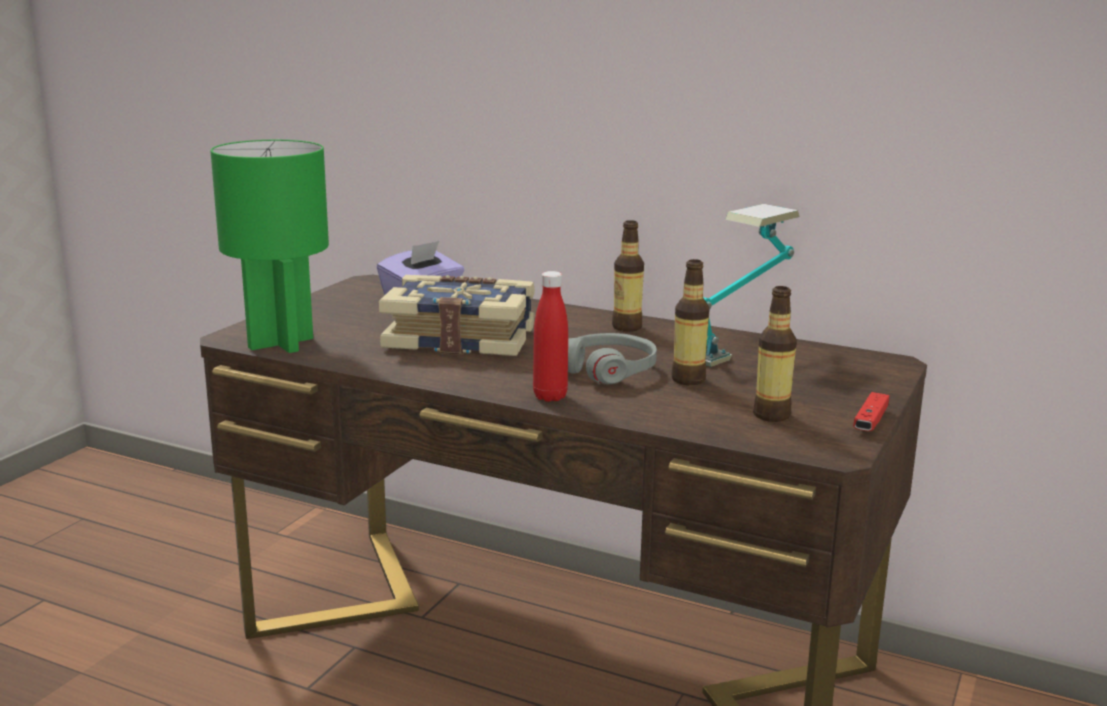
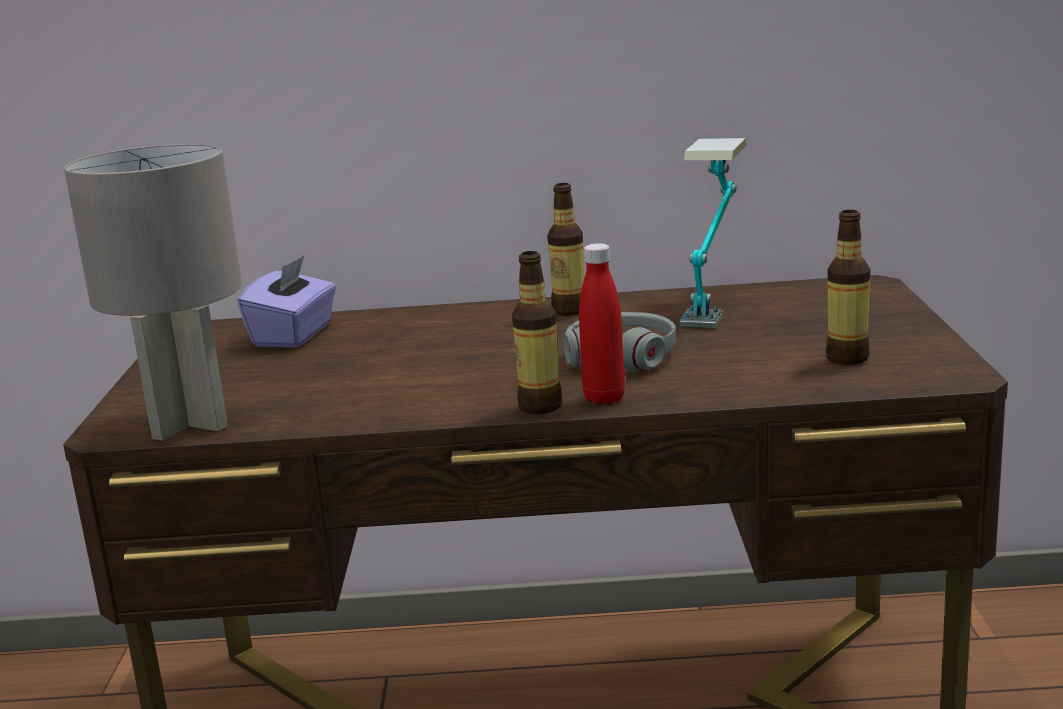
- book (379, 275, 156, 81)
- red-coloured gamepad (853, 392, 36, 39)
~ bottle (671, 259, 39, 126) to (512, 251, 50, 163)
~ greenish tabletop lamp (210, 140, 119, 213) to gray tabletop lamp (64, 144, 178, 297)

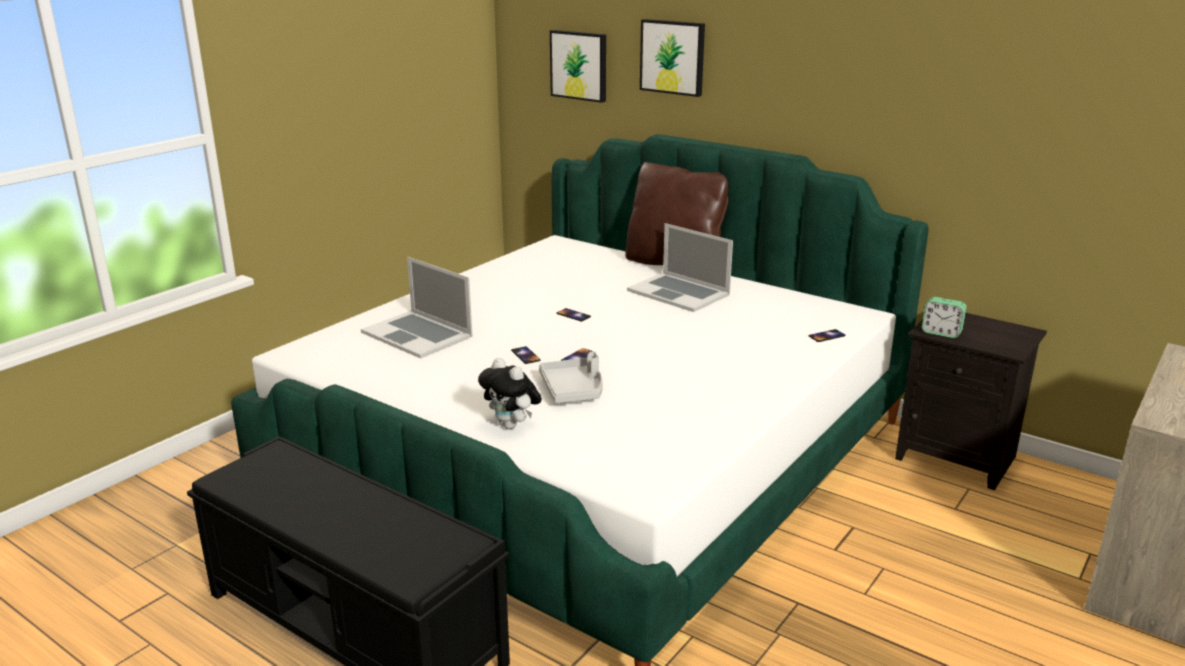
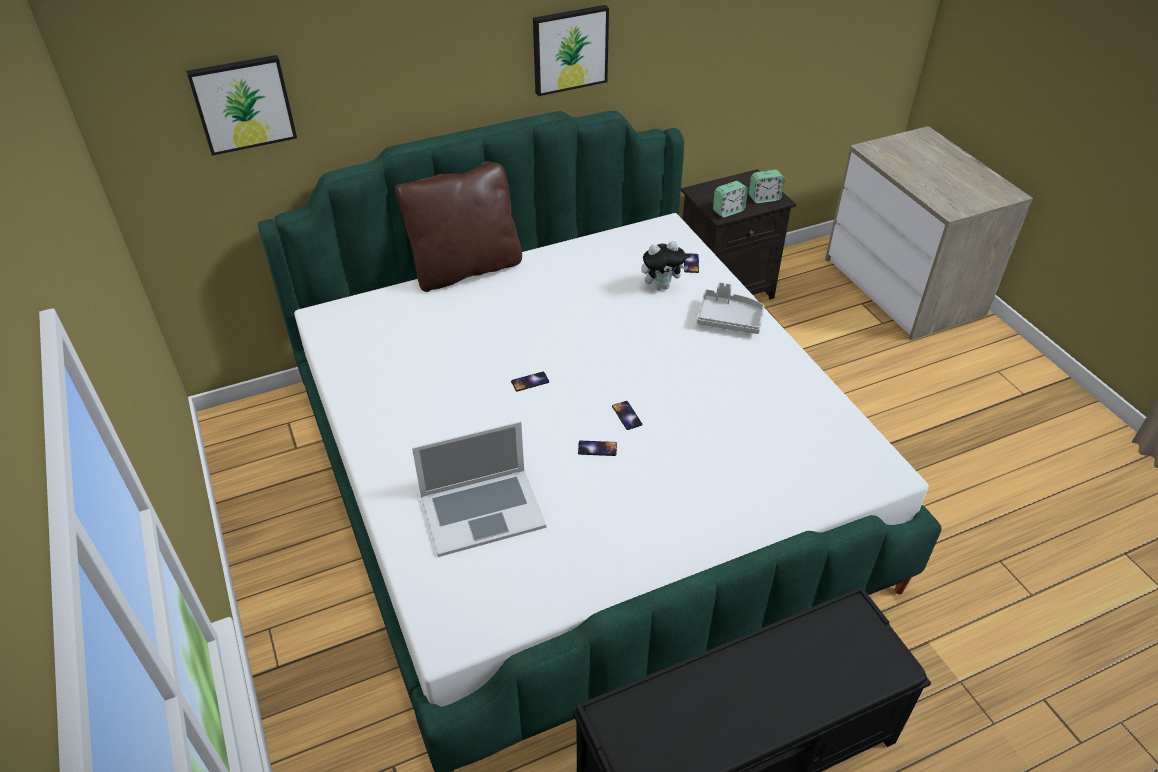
- portable computer (627, 223, 106, 89)
+ table clock (749, 170, 36, 34)
~ cuddly toy (478, 358, 64, 71) to (641, 241, 47, 49)
~ gray serving tray (539, 351, 64, 52) to (697, 282, 67, 52)
~ wall picture (640, 19, 65, 78) to (533, 5, 76, 91)

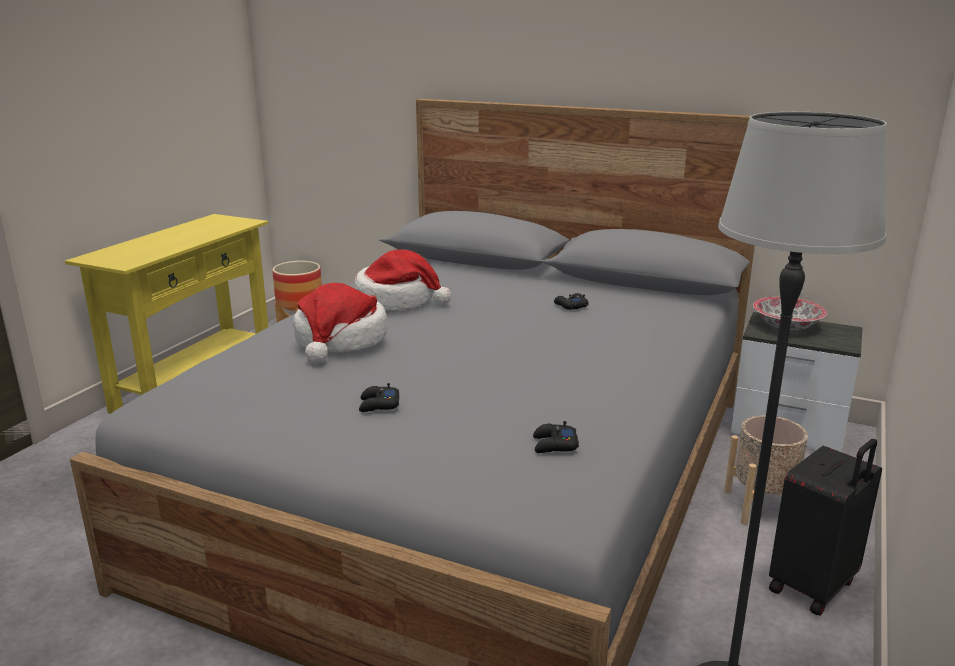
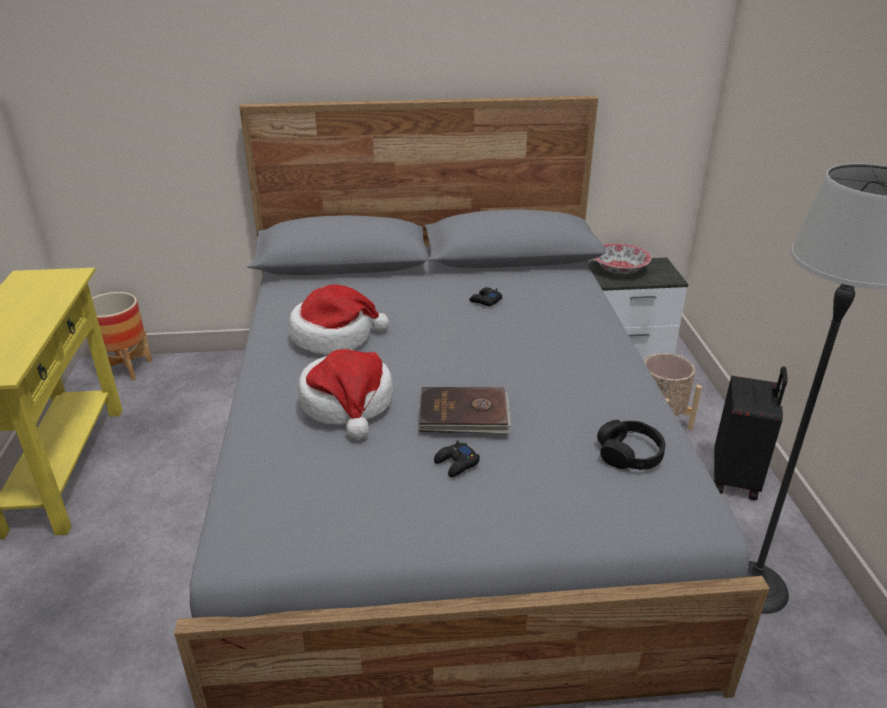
+ brownish book (418, 387, 93, 47)
~ black gamepad (533, 421, 46, 32) to black pair of headphones (597, 420, 68, 50)

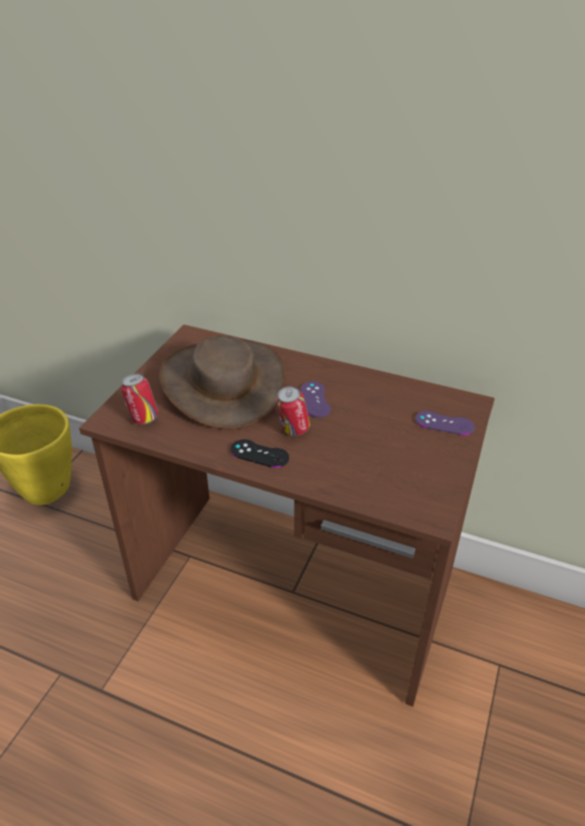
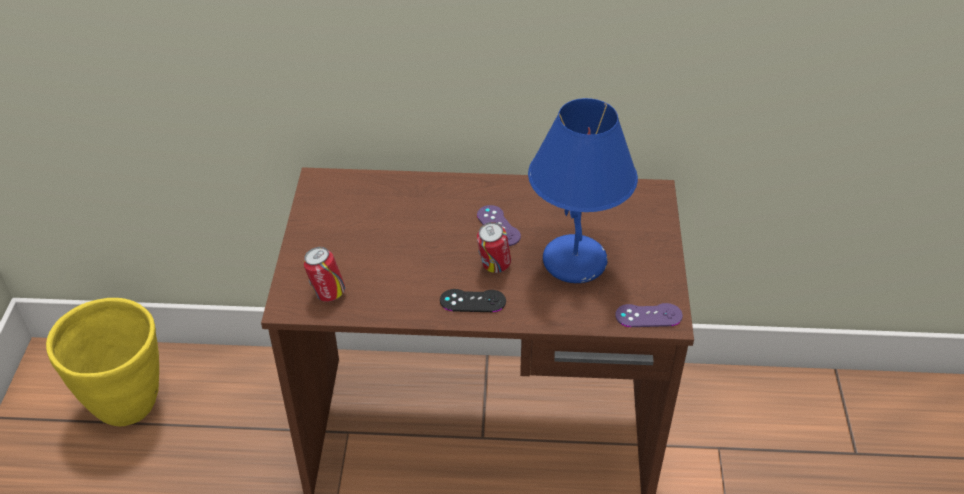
- brownish hat (159, 335, 127, 95)
+ blue tabletop lamp (528, 98, 110, 185)
~ purplish gamepad (415, 411, 60, 24) to (615, 303, 68, 24)

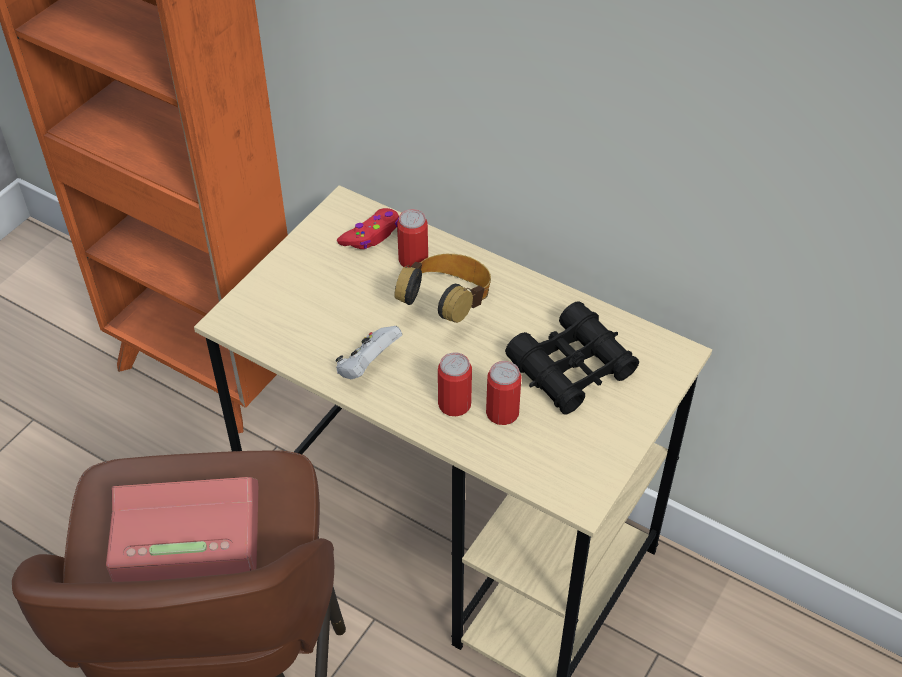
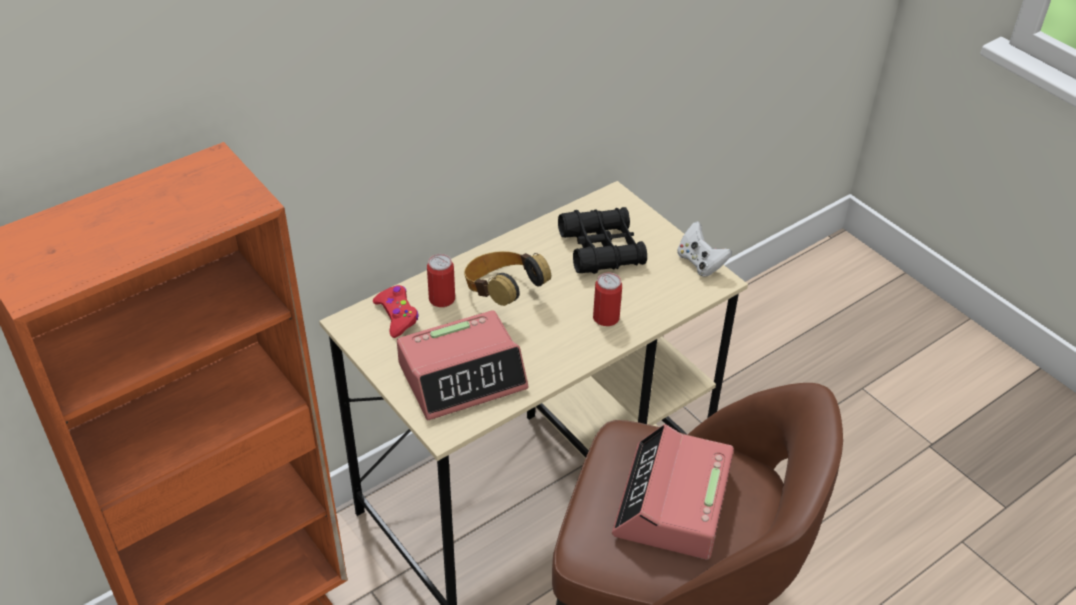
- metal can (486, 361, 36, 64)
+ table clock (397, 310, 131, 110)
~ white-coloured gamepad (336, 326, 66, 53) to (677, 221, 55, 56)

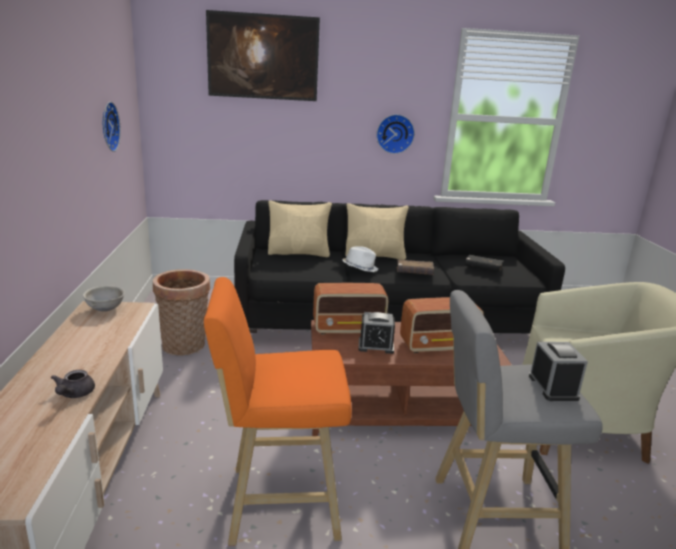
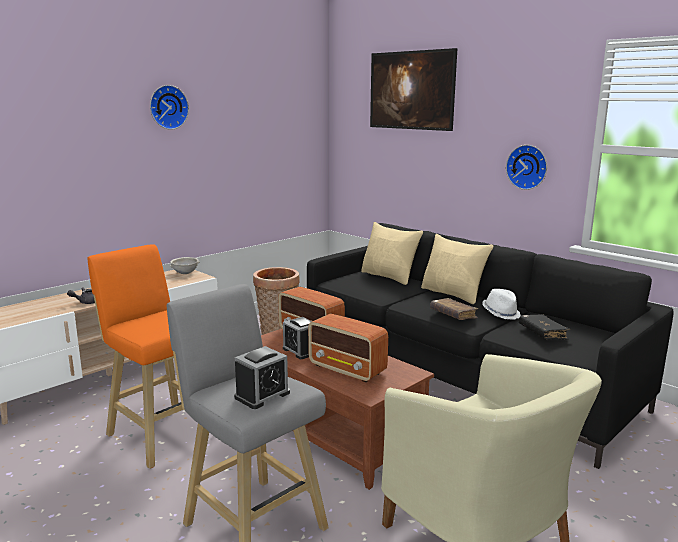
~ hanging clock (103, 102, 18, 50) to (150, 85, 39, 45)
~ white-coloured hat (342, 246, 36, 26) to (482, 289, 39, 31)

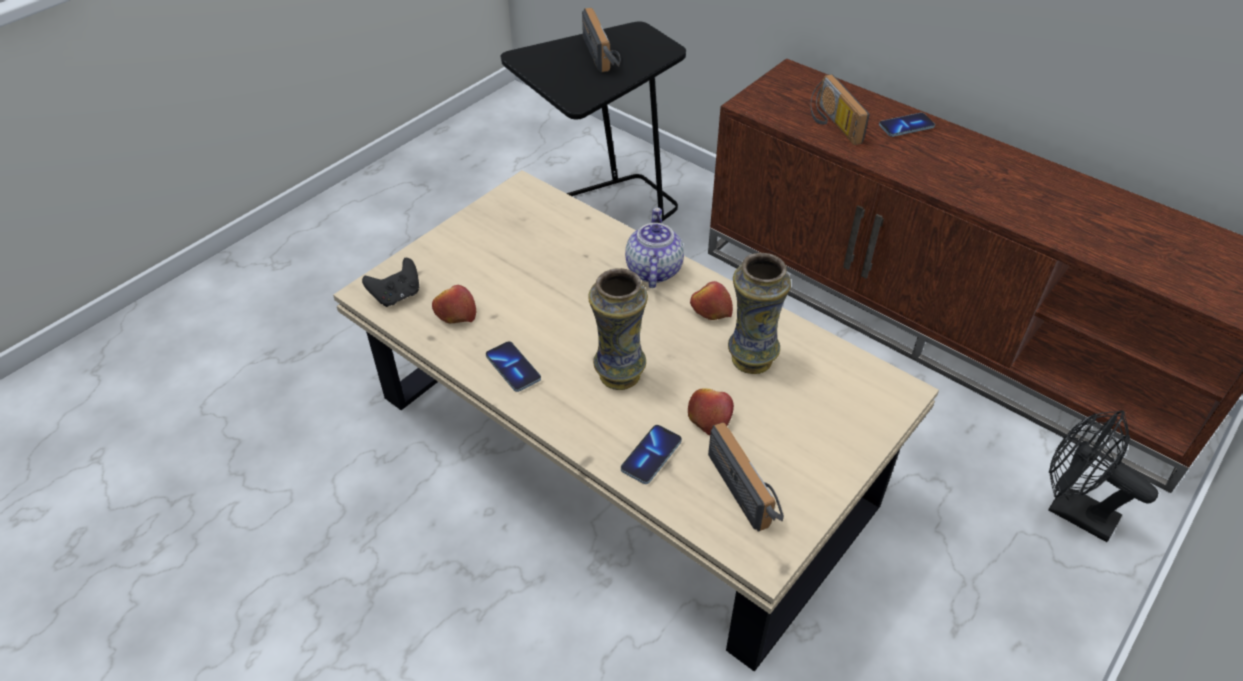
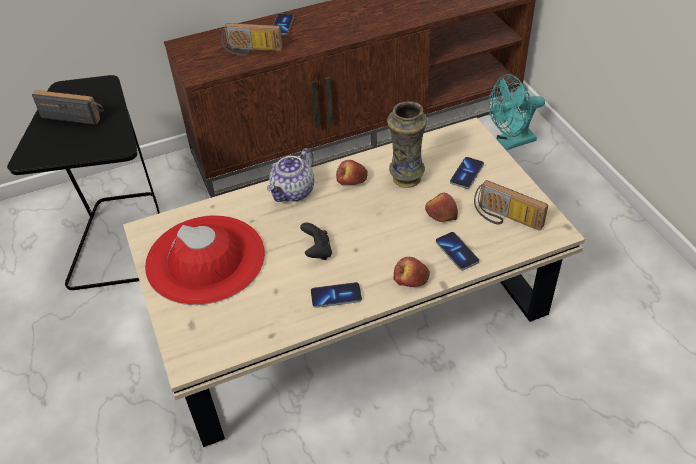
- vase (588, 268, 60, 122)
+ red-coloured hat (145, 215, 120, 90)
+ handset (450, 157, 34, 32)
~ black gamepad (362, 258, 57, 49) to (300, 223, 32, 37)
~ whole apple (432, 285, 44, 38) to (394, 257, 36, 30)
~ black electric fan (1048, 410, 110, 132) to blue-green electric fan (489, 74, 56, 76)
~ pot for tea (625, 207, 59, 81) = (267, 148, 47, 54) 90 degrees counterclockwise
~ radio set (708, 422, 76, 110) = (474, 180, 74, 50) 150 degrees counterclockwise

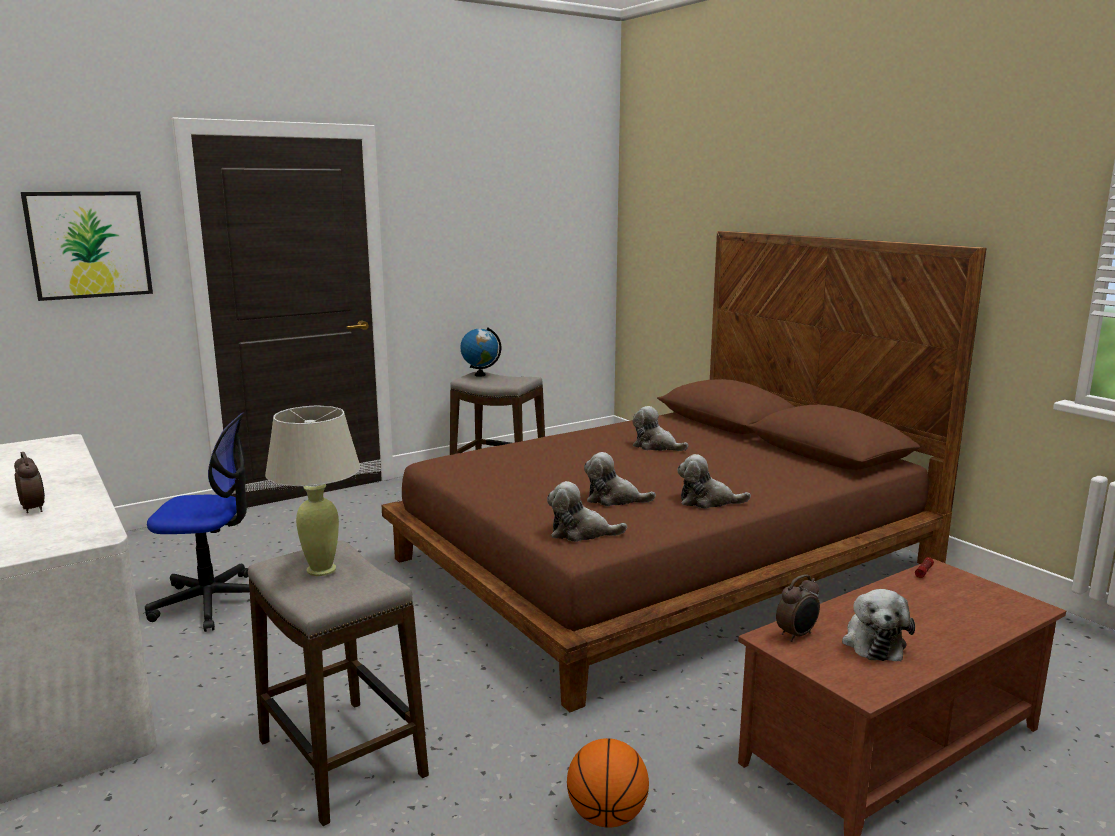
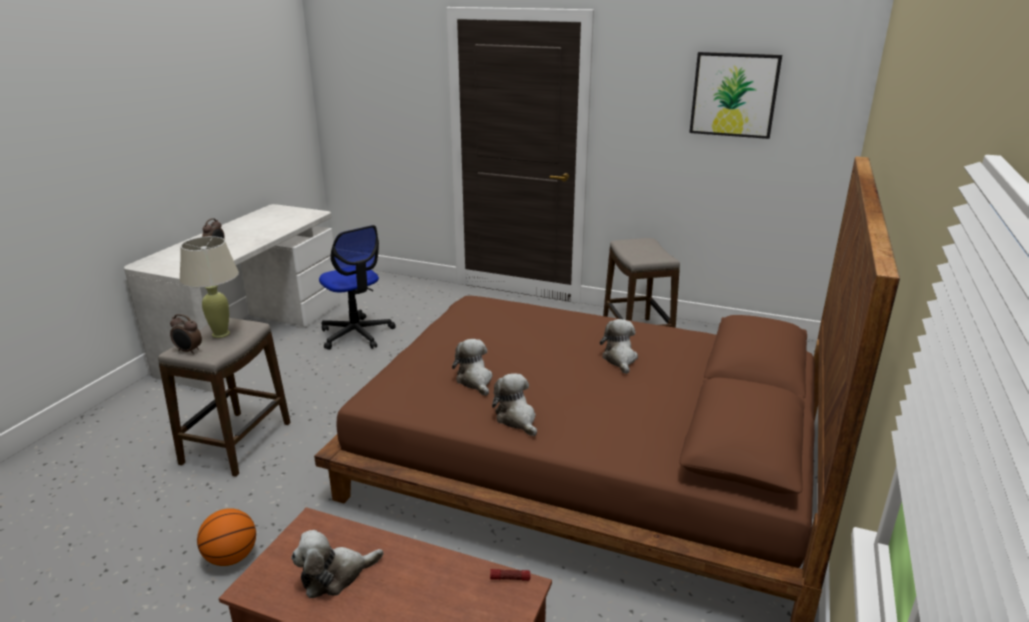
- desk globe (460, 327, 41, 50)
- cuddly toy (547, 481, 80, 61)
~ wall picture (21, 191, 132, 110) to (689, 52, 93, 87)
~ table clock (776, 574, 44, 68) to (170, 314, 32, 40)

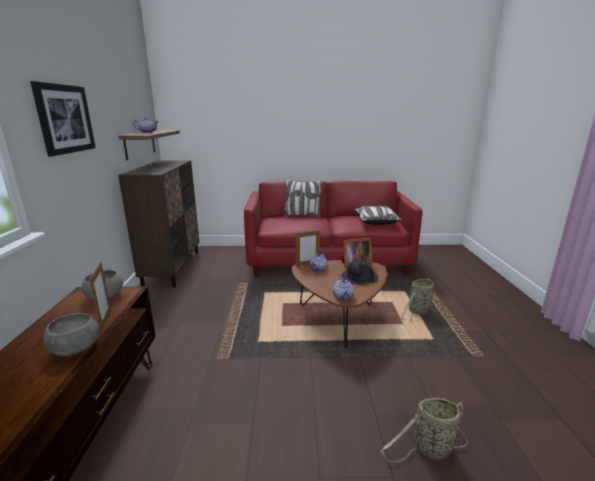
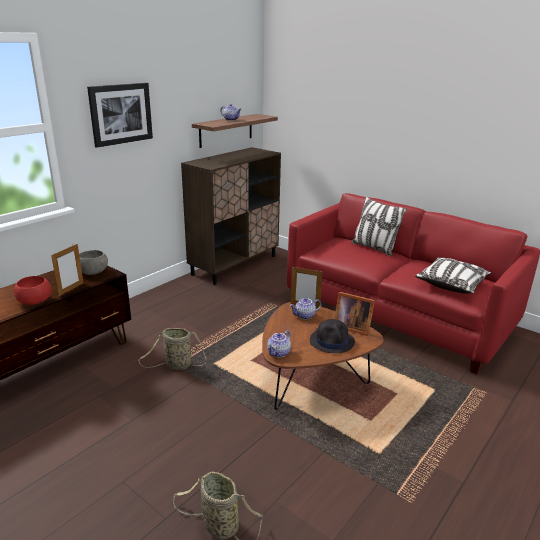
~ household basket (401, 278, 33, 44) to (138, 328, 68, 42)
~ gray serving bowl (44, 313, 55, 43) to red-coloured serving bowl (14, 276, 37, 29)

